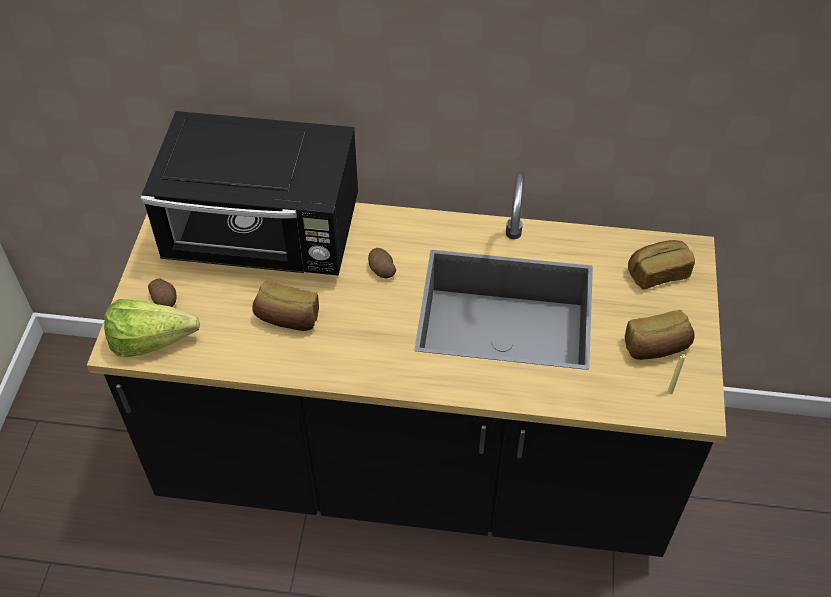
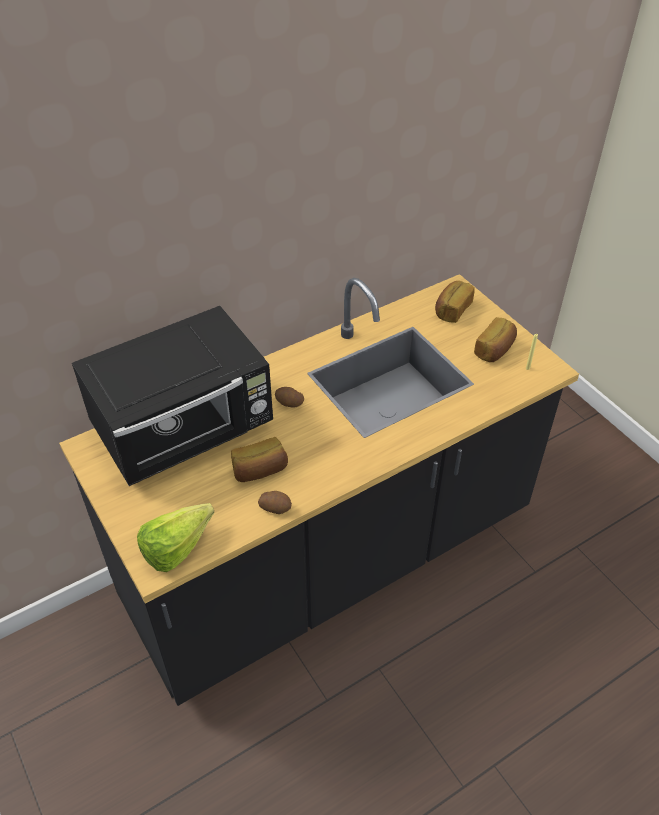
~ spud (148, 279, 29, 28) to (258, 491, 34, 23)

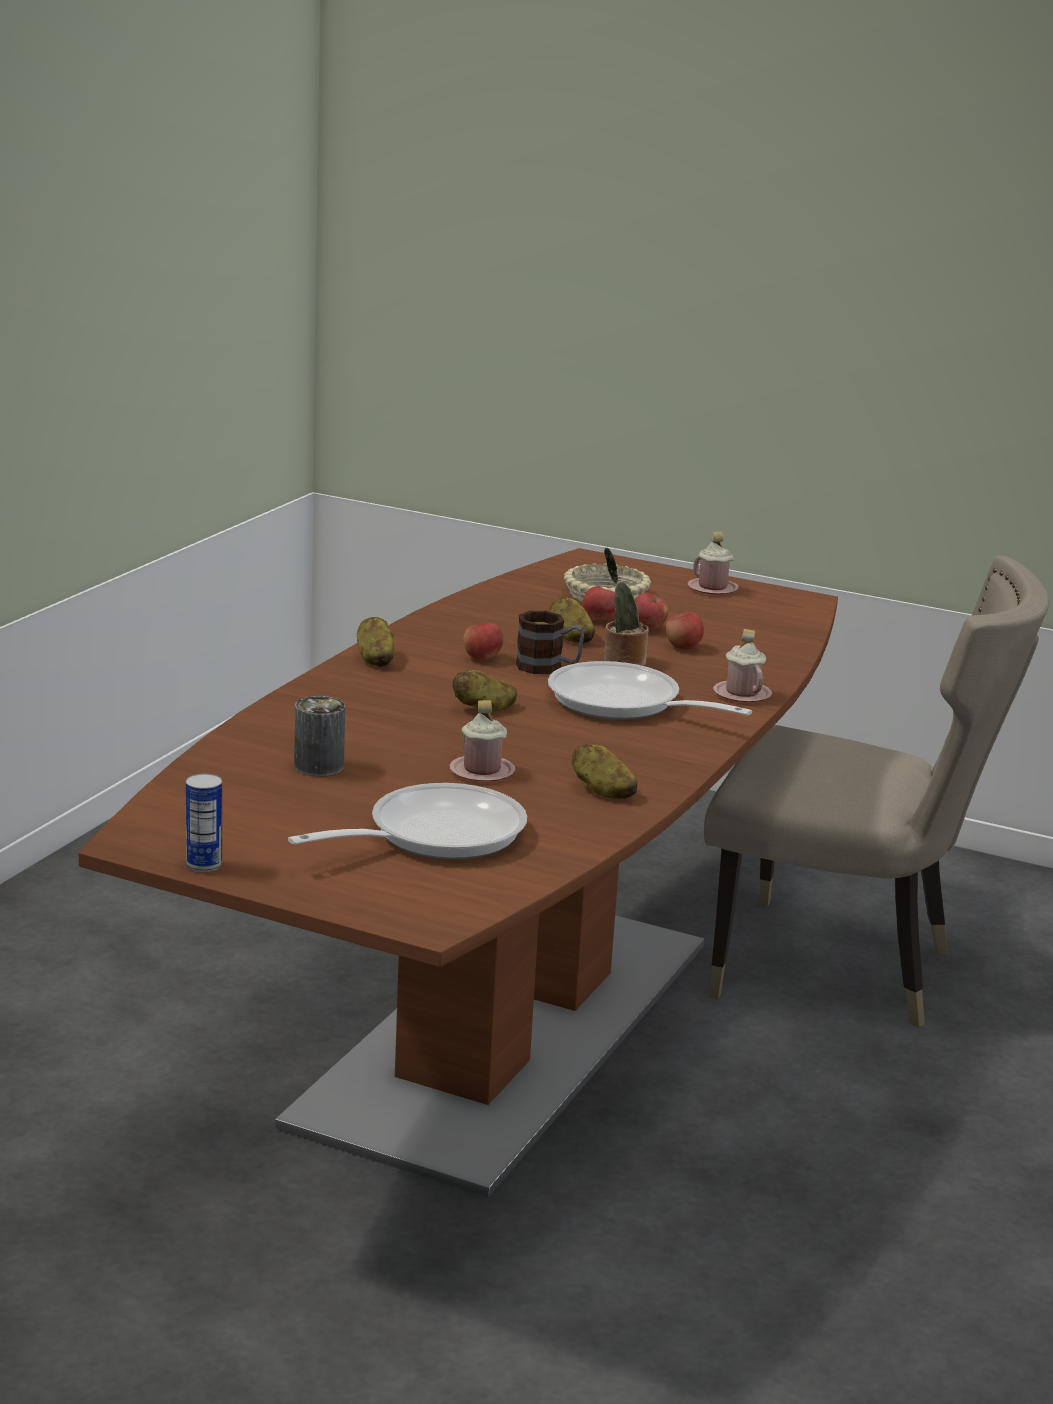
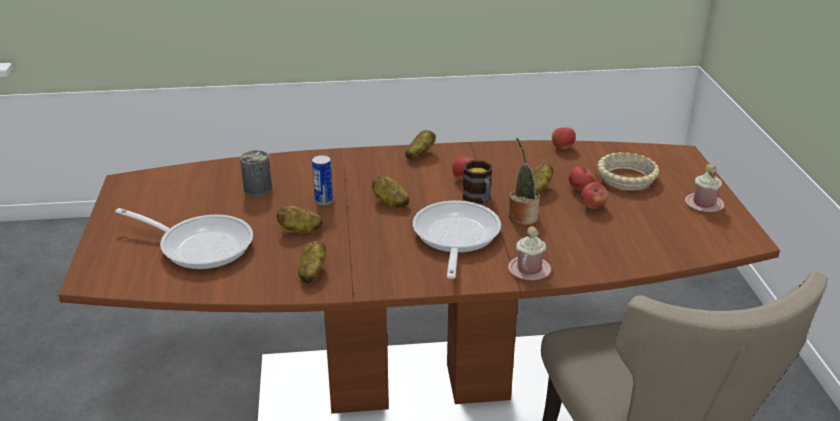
~ metal can (186, 773, 36, 99) to (312, 155, 21, 50)
~ whole apple (666, 612, 38, 38) to (552, 127, 24, 23)
~ pink coffee mug (449, 700, 66, 81) to spud (276, 206, 46, 28)

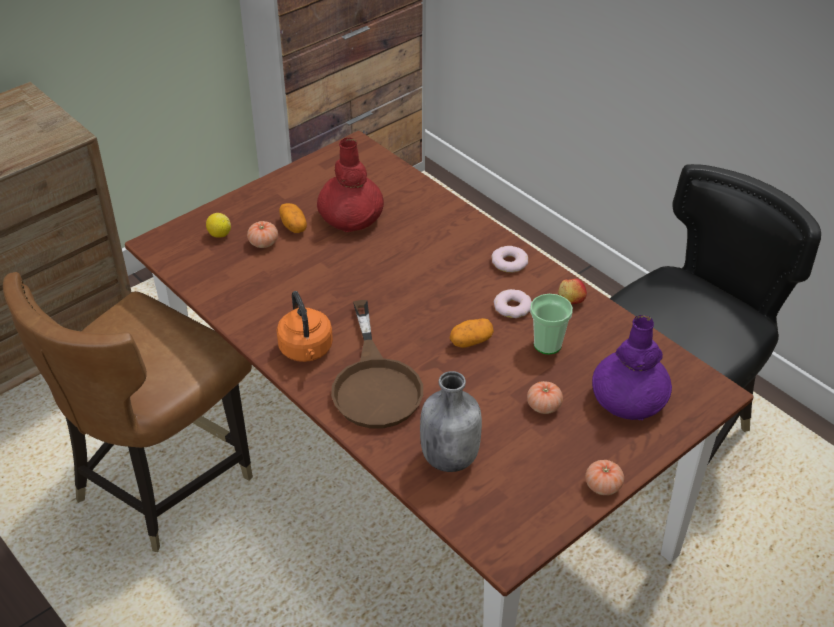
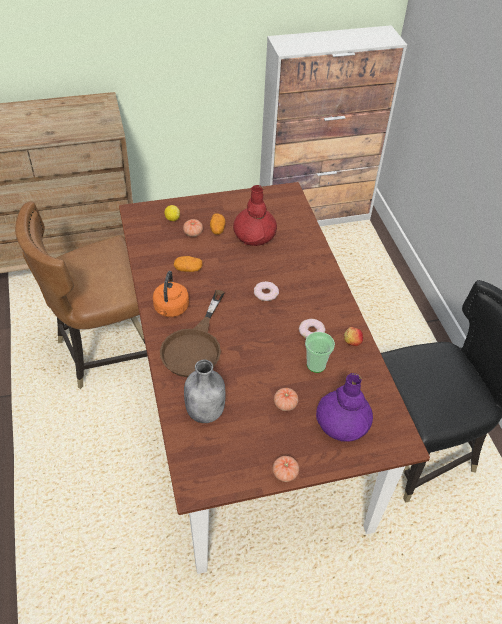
~ spud (450, 318, 44, 30) to (174, 256, 28, 16)
~ donut (491, 246, 37, 27) to (254, 281, 25, 20)

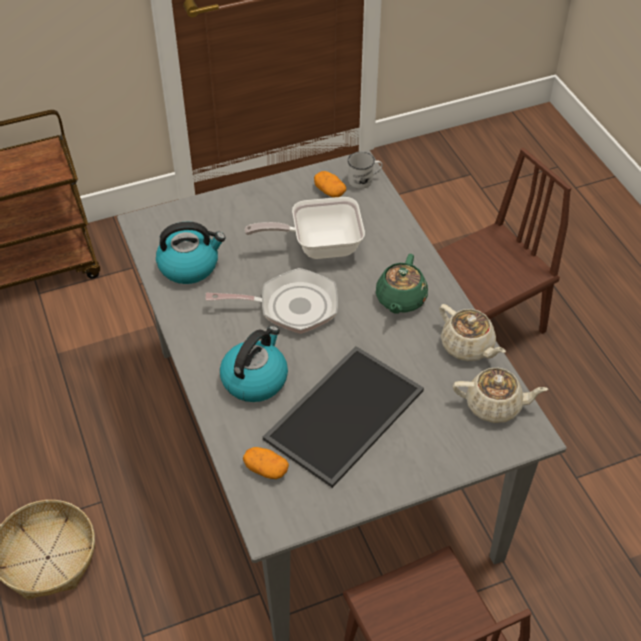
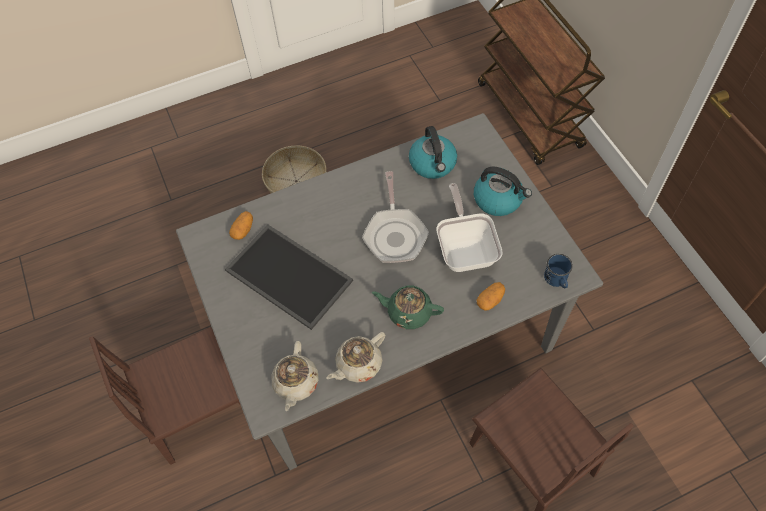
~ kettle (220, 326, 68, 76) to (474, 167, 58, 49)
~ spud (314, 171, 32, 27) to (477, 282, 28, 29)
~ white-coloured coffee mug (348, 152, 35, 37) to blue coffee mug (544, 254, 29, 34)

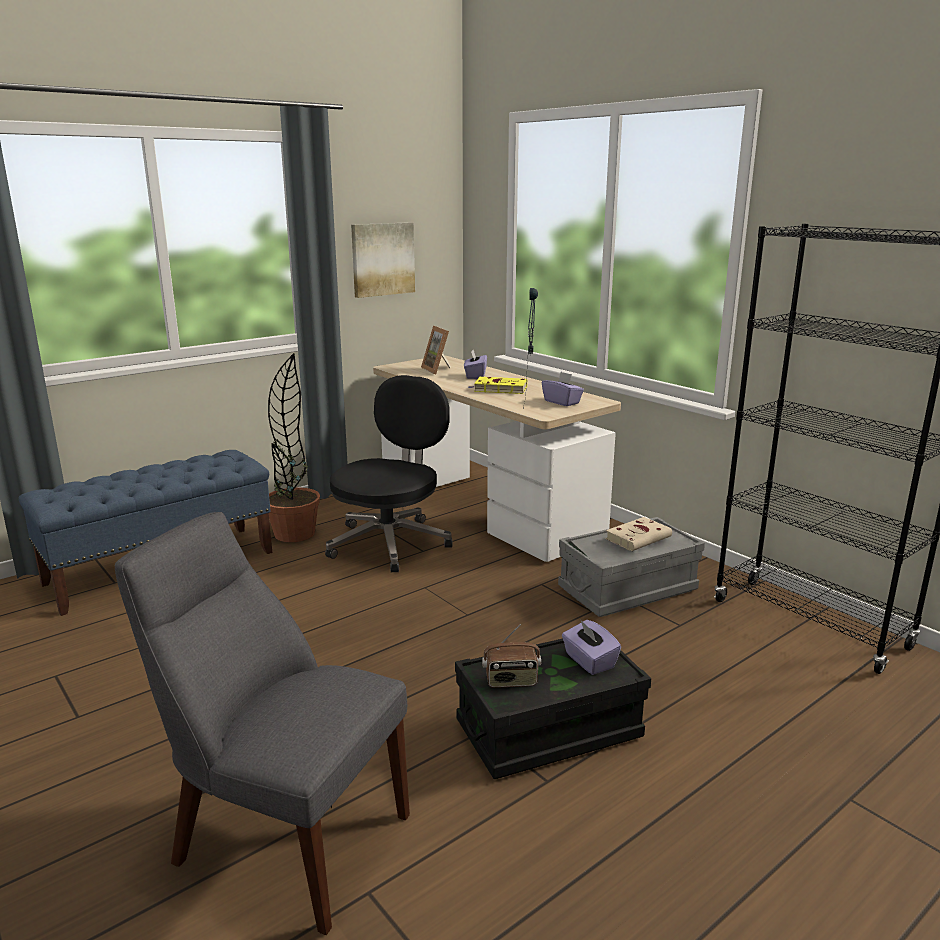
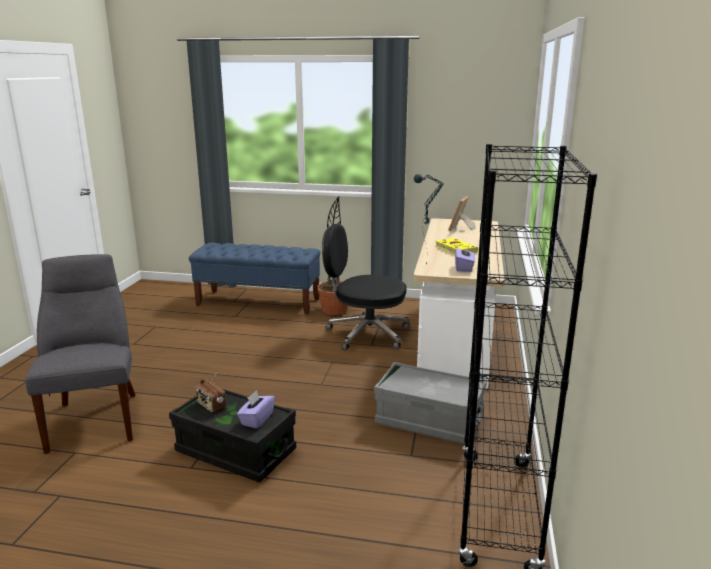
- wall picture (351, 222, 64, 76)
- purplish tissue box (464, 350, 23, 29)
- beige-coloured book (605, 517, 67, 34)
~ black desk chair (325, 375, 127, 197) = (322, 224, 88, 126) 150 degrees counterclockwise

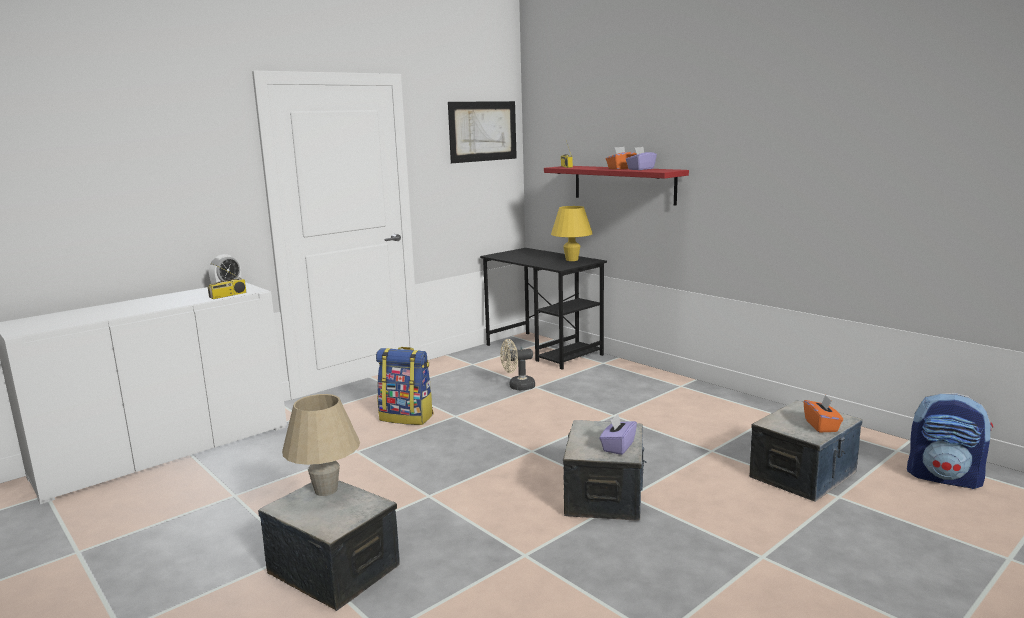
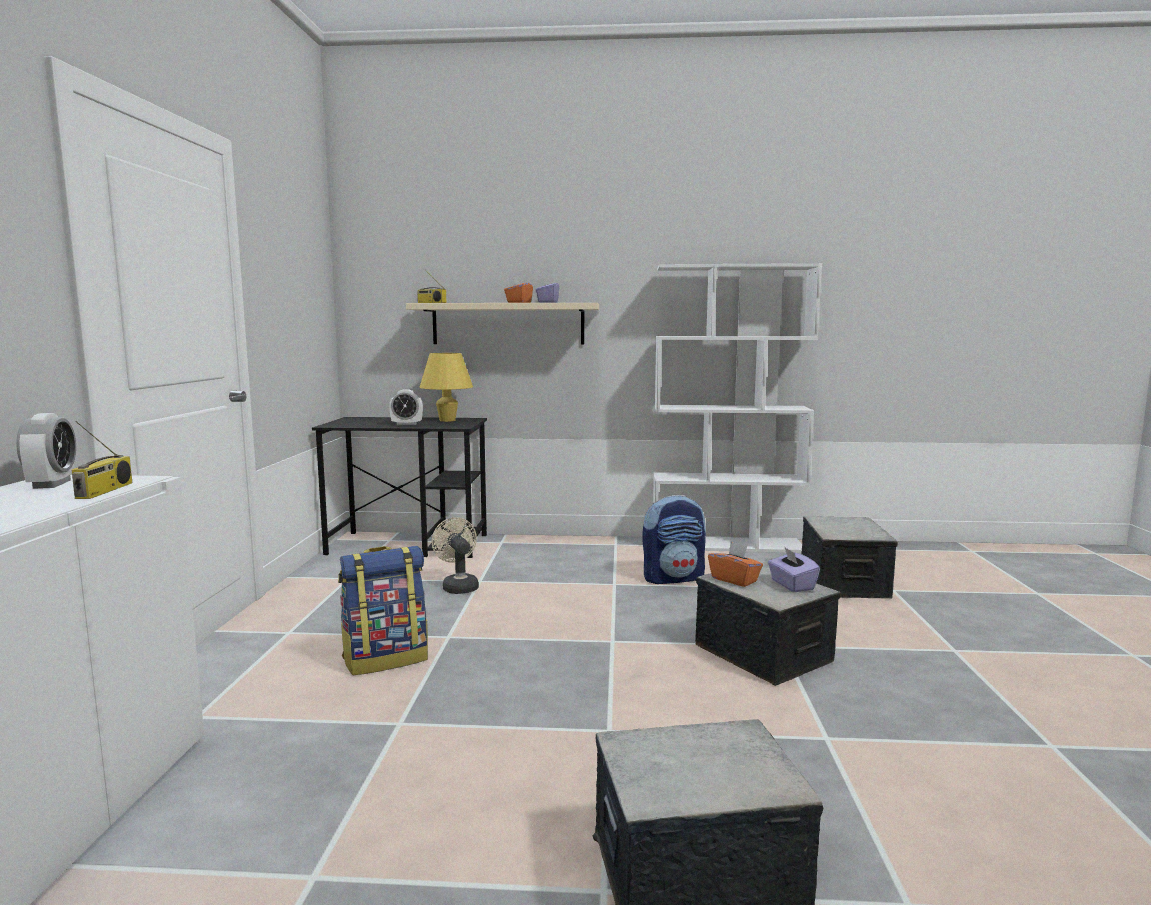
- beige-coloured tabletop lamp (282, 394, 78, 102)
- wall picture (448, 101, 69, 62)
+ table clock (389, 389, 34, 36)
+ white-coloured bookcase (653, 263, 169, 290)
~ orange-coloured tissue box (804, 395, 39, 37) to (708, 542, 55, 45)
~ rucksack (907, 393, 86, 96) to (642, 495, 64, 89)
~ red-coloured shelf (544, 166, 145, 40) to beige-coloured shelf (406, 303, 193, 41)
~ beige-coloured electric fan (500, 339, 35, 51) = (432, 517, 47, 77) 120 degrees clockwise

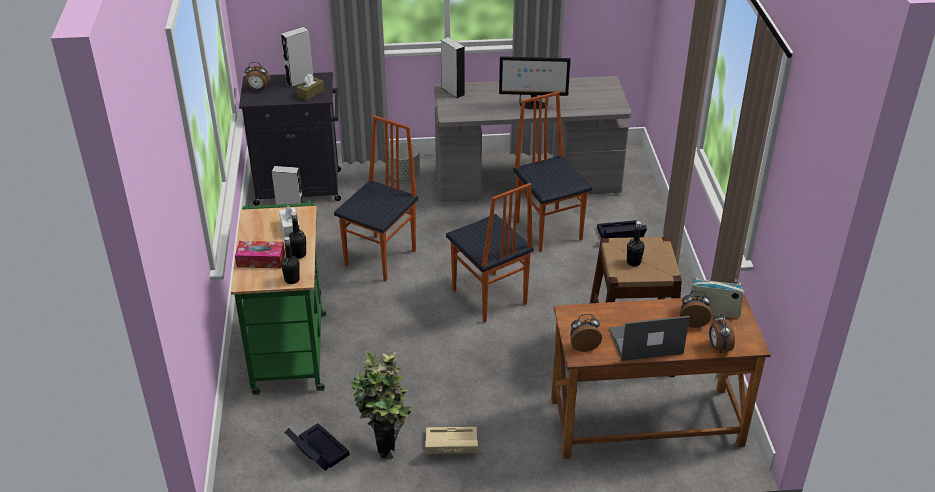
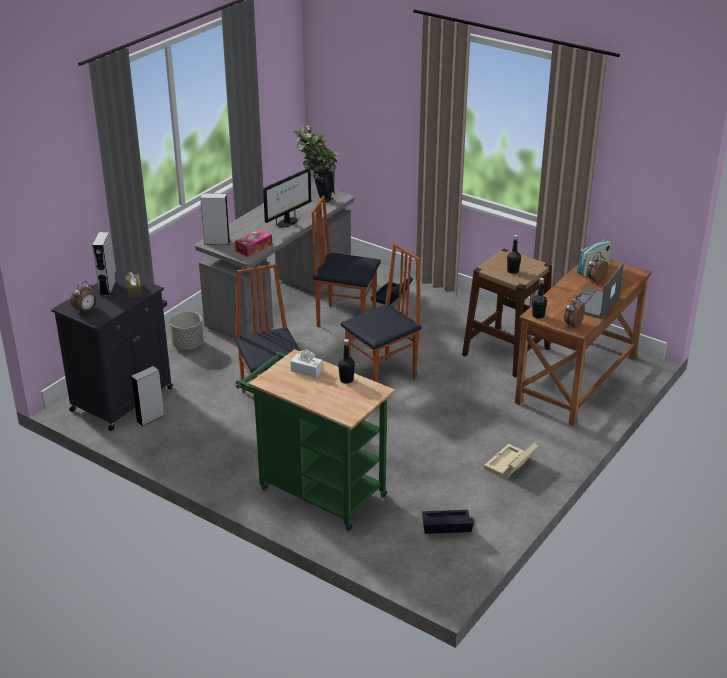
- table clock (709, 313, 26, 40)
~ tissue box (235, 241, 50, 27) to (235, 229, 37, 28)
~ black bottle (281, 237, 19, 47) to (532, 278, 15, 41)
~ plant in a pot (350, 351, 63, 108) to (293, 125, 46, 77)
~ plain chair (446, 183, 88, 140) = (341, 243, 80, 139) 45 degrees counterclockwise

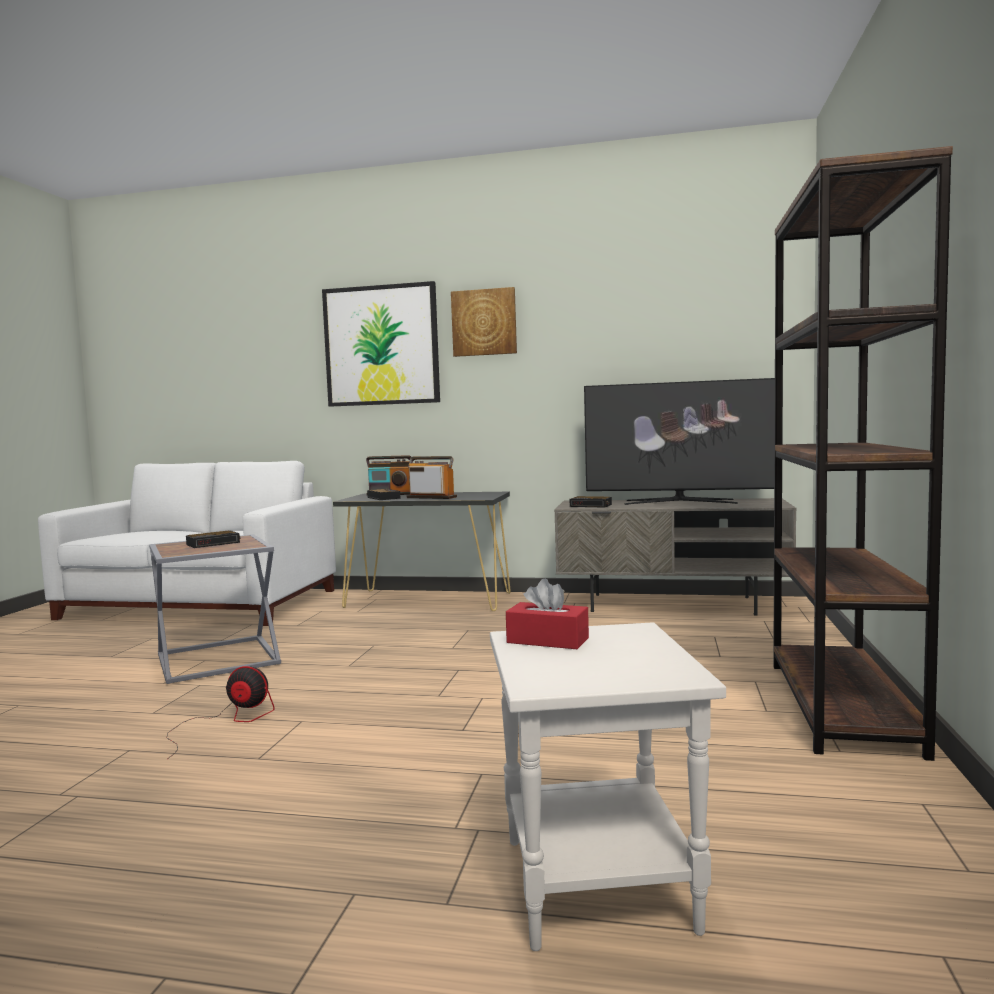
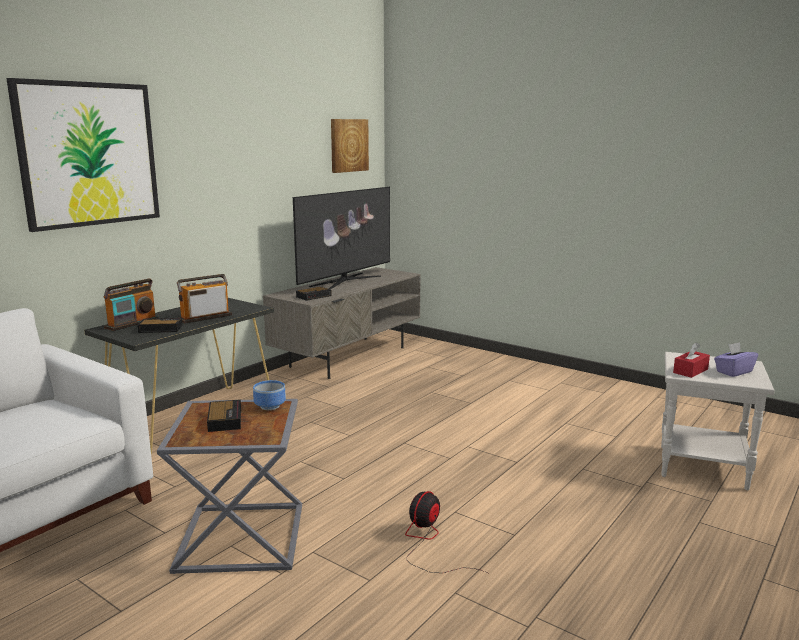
- brownish bookcase (773, 146, 180, 615)
+ serving bowl (253, 380, 33, 30)
+ purplish tissue box (714, 342, 44, 35)
~ wall picture (451, 287, 66, 70) to (331, 119, 38, 54)

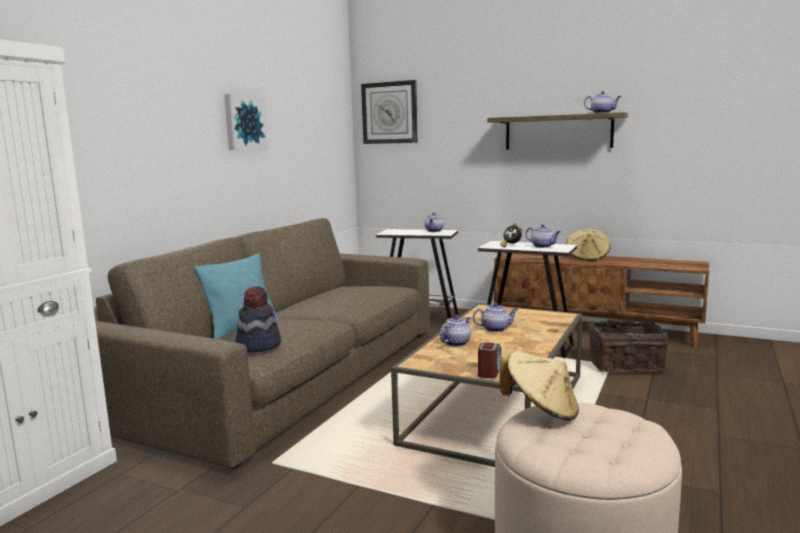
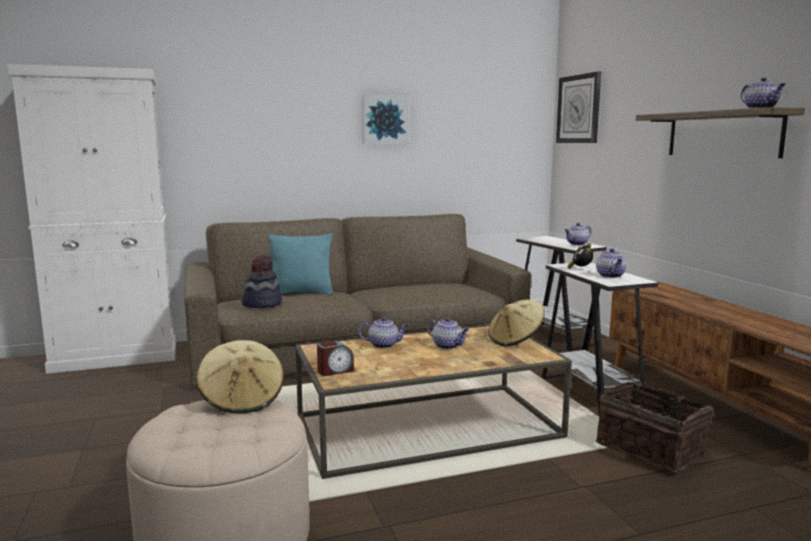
~ beige-coloured hat (566, 229, 45, 32) to (488, 300, 57, 47)

